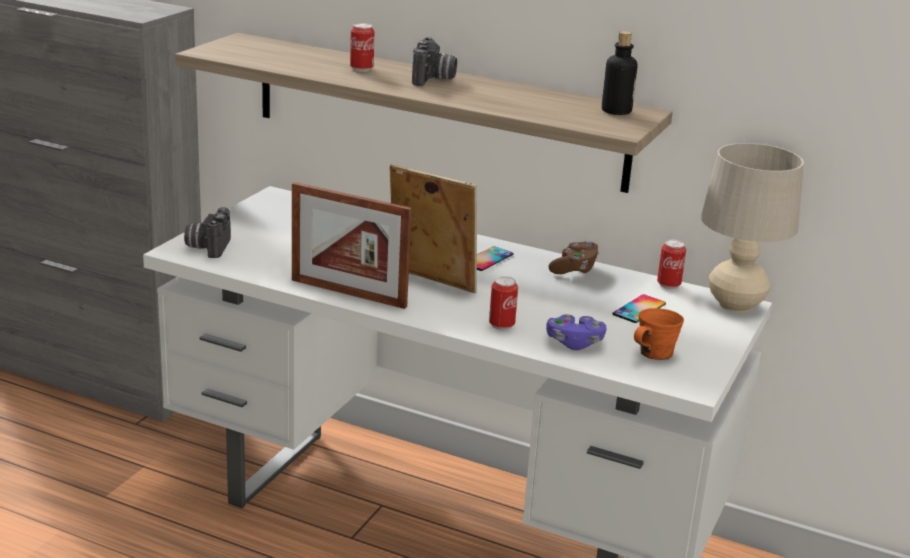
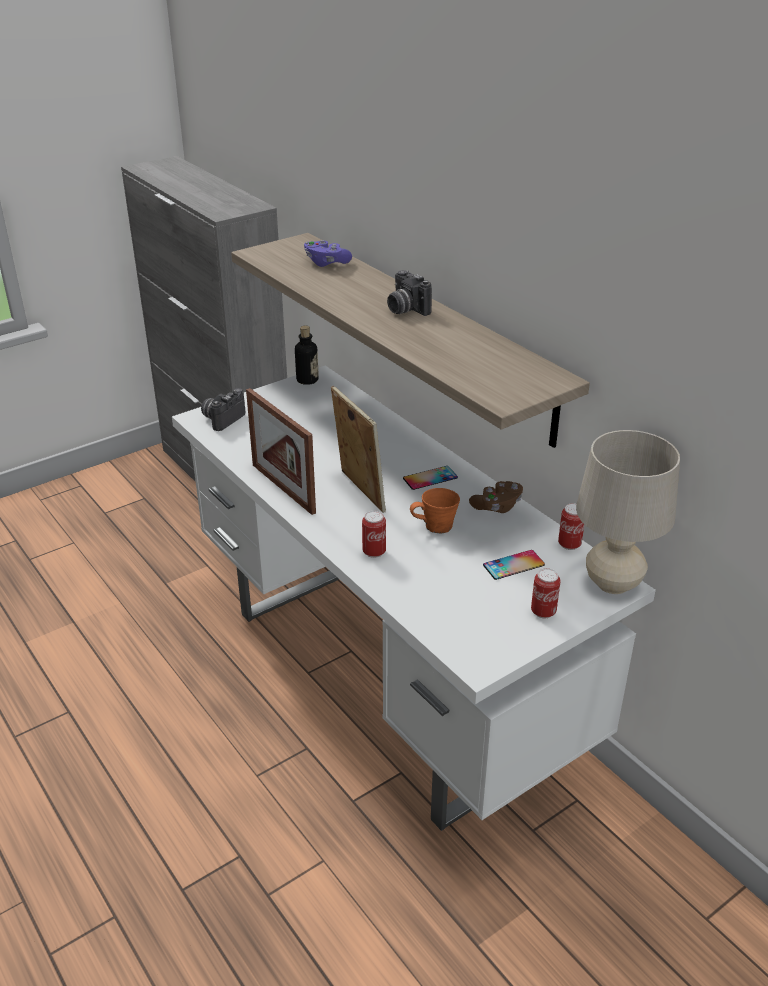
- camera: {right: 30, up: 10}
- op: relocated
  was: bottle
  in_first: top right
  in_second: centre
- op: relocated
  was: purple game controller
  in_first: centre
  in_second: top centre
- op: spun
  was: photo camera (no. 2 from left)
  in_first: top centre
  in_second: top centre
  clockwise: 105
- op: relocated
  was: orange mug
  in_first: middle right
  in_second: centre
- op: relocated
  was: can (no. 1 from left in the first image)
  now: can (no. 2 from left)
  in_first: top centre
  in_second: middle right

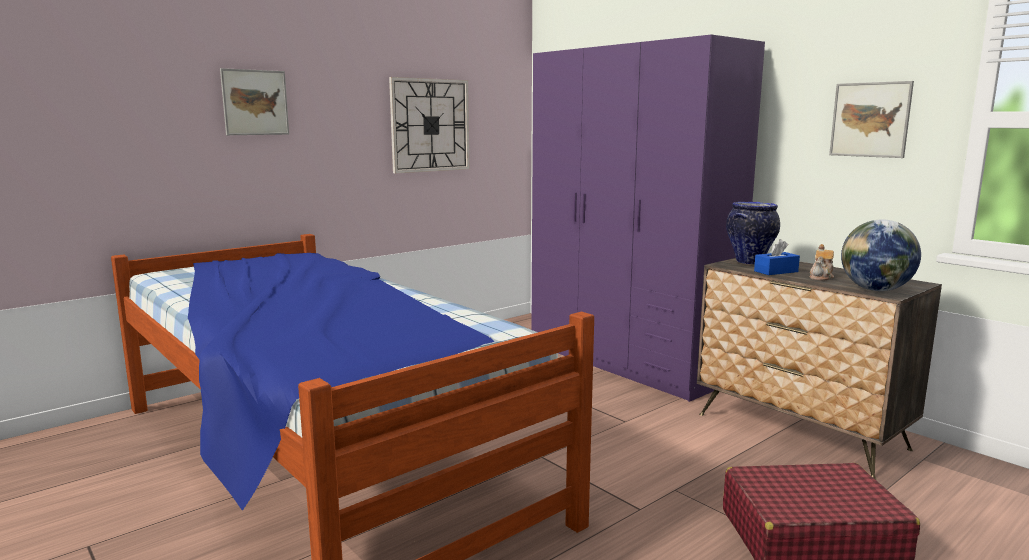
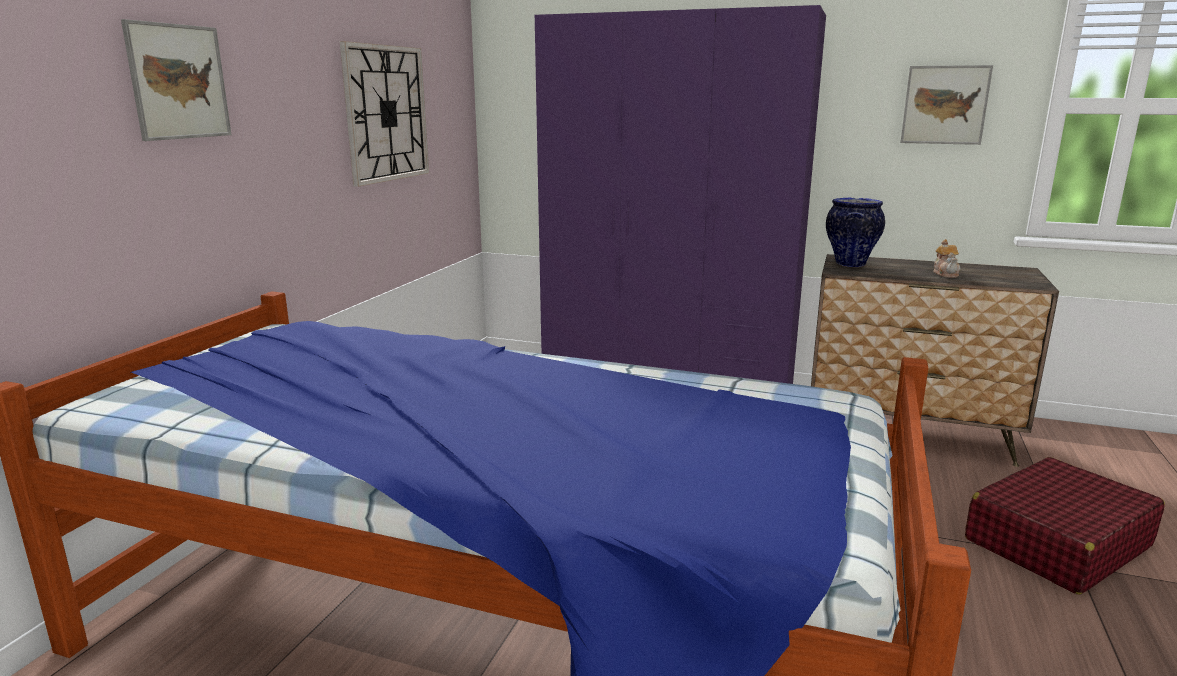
- camera: {right: -30, up: 5}
- op: missing
  was: blue tissue box
  in_first: middle right
- op: missing
  was: globe
  in_first: middle right

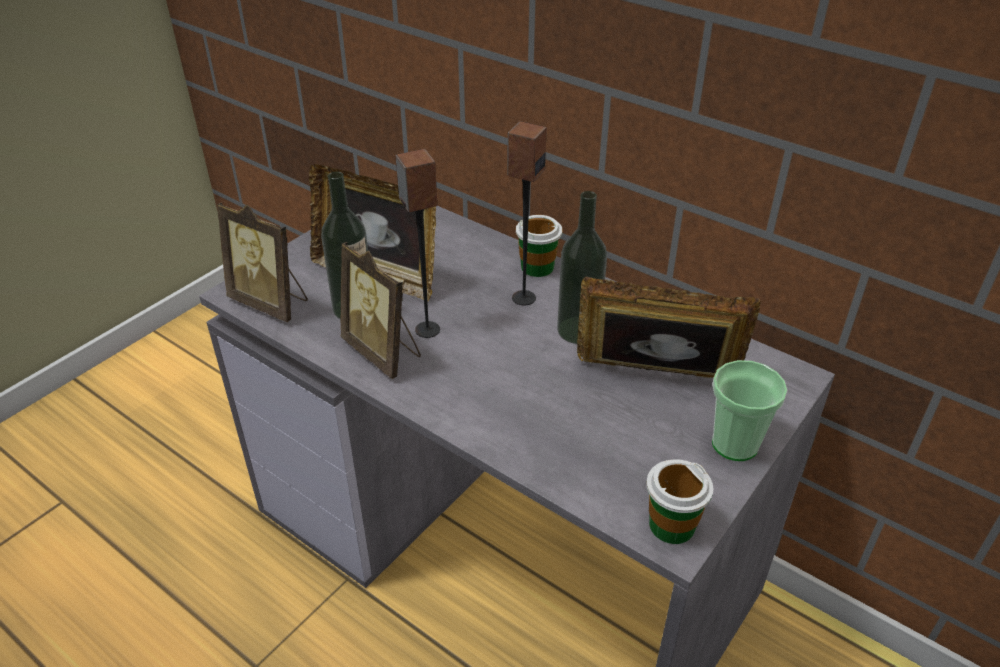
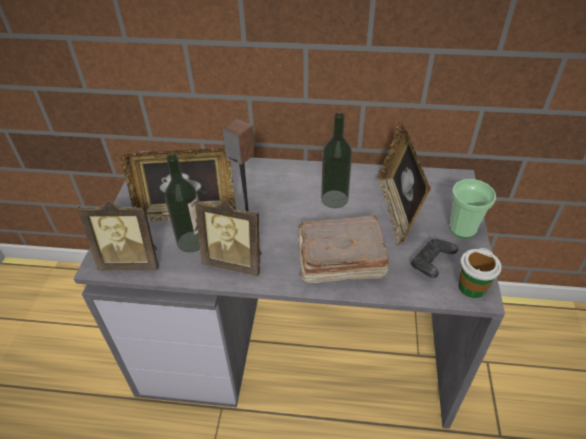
- camera: {right: -30, up: 5}
- op: appeared
  now: brown book
  in_second: centre
- op: spun
  was: picture frame (no. 4 from left)
  in_first: middle right
  in_second: middle right
  clockwise: -75
- op: appeared
  now: black game controller
  in_second: middle right
- op: missing
  was: speaker (no. 2 from left)
  in_first: top centre
- op: missing
  was: cup (no. 1 from left)
  in_first: centre

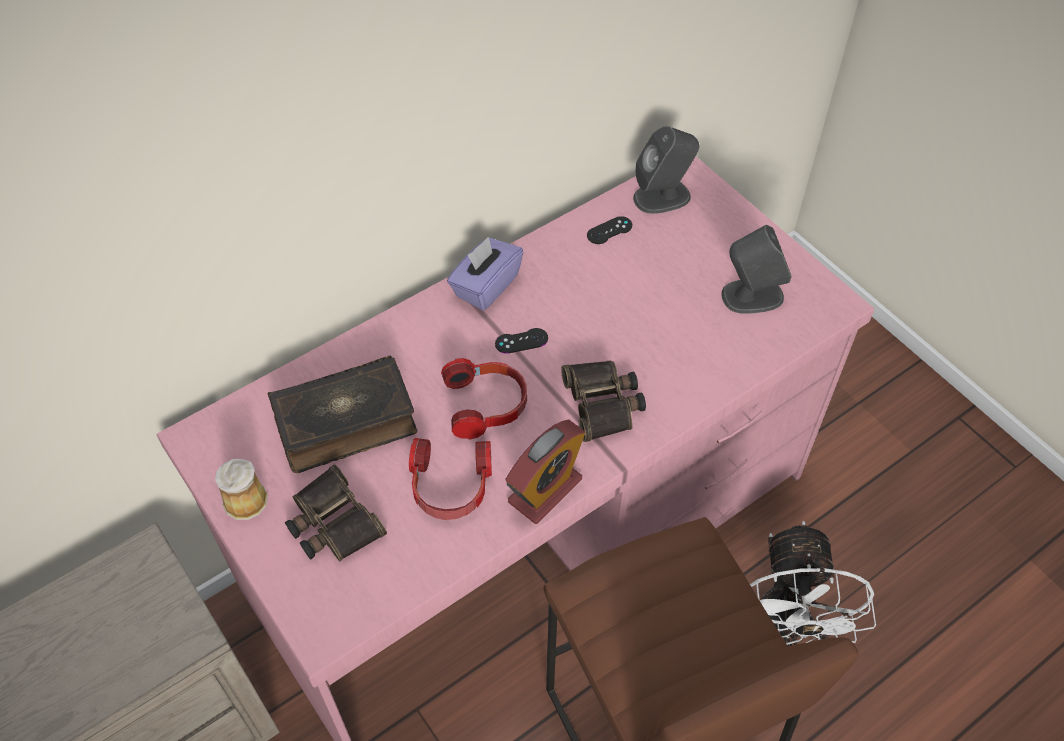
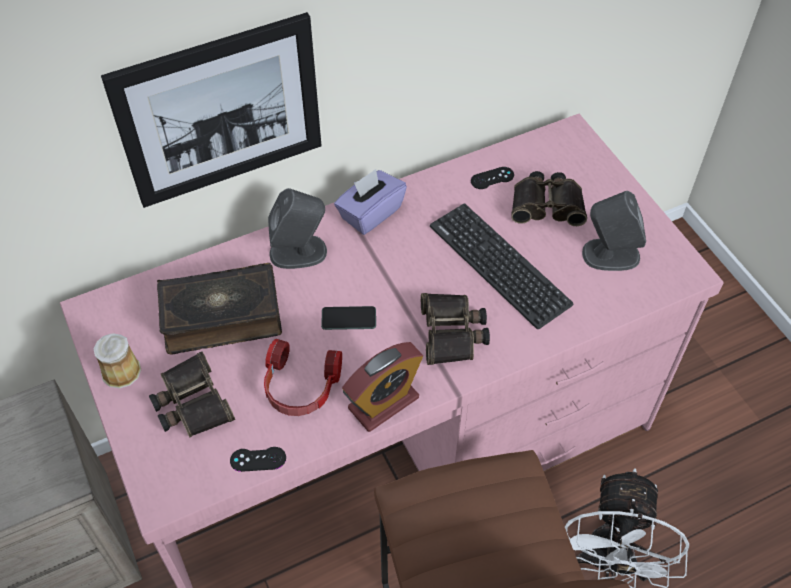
- camera: {right: 10, up: 0}
- op: appeared
  now: picture
  in_second: top left
- op: relocated
  was: black game controller (no. 1 from left)
  in_first: centre
  in_second: bottom left
- op: relocated
  was: grey speaker (no. 1 from left)
  in_first: top centre
  in_second: centre
- op: exchanged
  was: headphones (no. 2 from left)
  now: phone
  in_first: centre
  in_second: centre
- op: appeared
  now: keyboard
  in_second: centre
- op: appeared
  now: binoculars (no. 3 from left)
  in_second: middle right

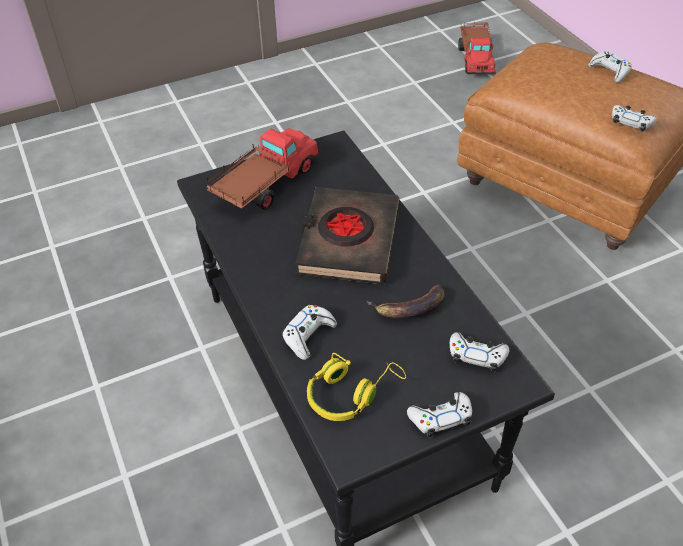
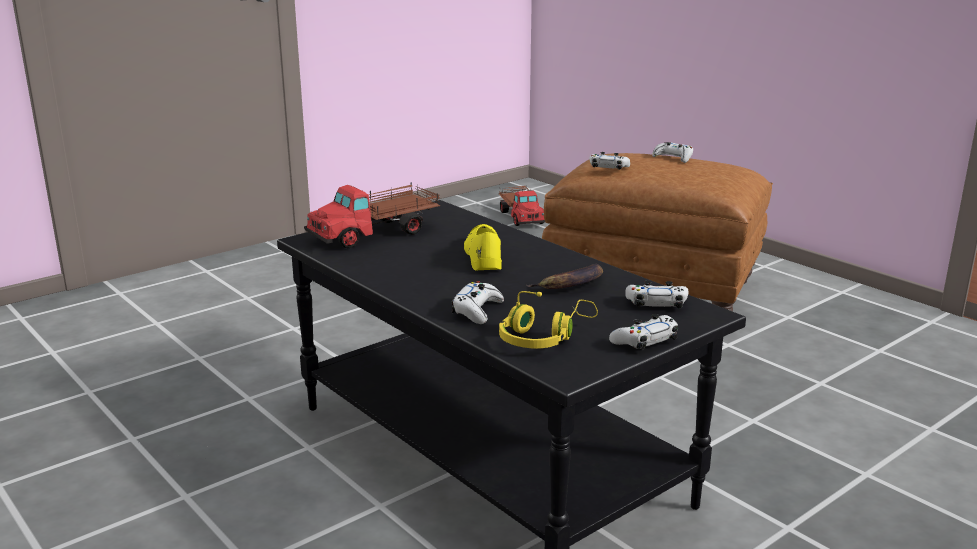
- camera: {right: -15, up: -25}
- op: spun
  was: toy truck (no. 1 from left)
  in_first: top centre
  in_second: centre
  clockwise: -150
- op: exchanged
  was: black book
  now: yellow shoe
  in_first: centre
  in_second: centre
- op: relocated
  was: white game controller (no. 5 from left in the first image)
  now: white game controller (no. 2 from left)
  in_first: top right
  in_second: top centre

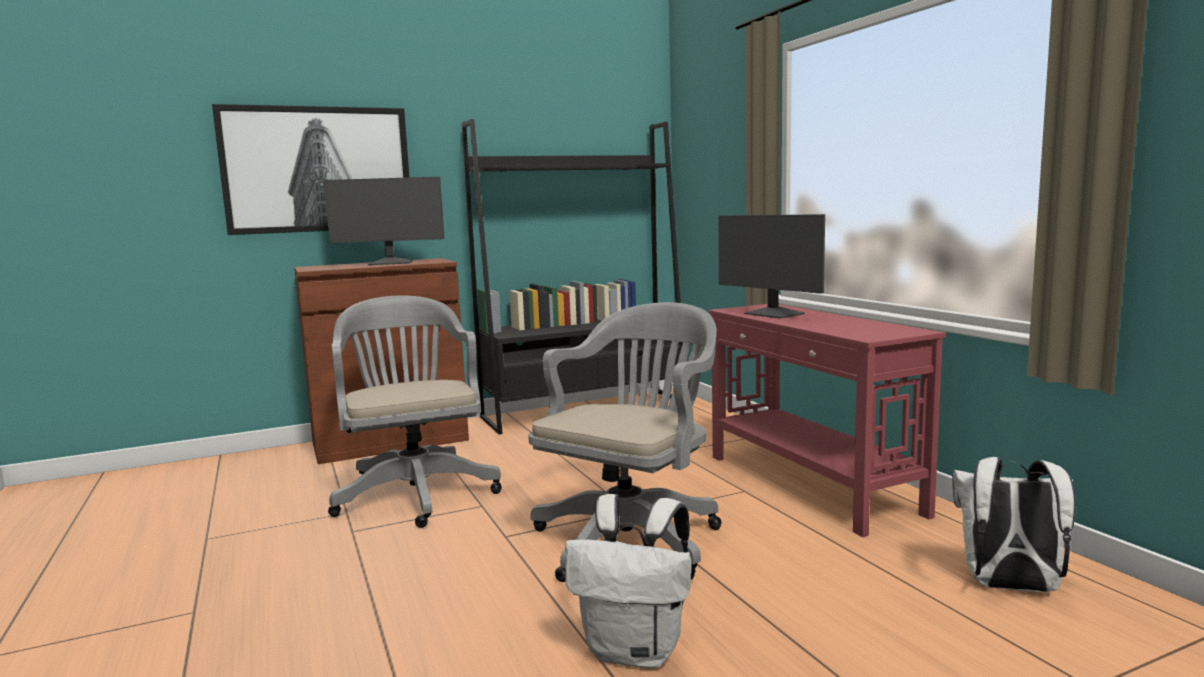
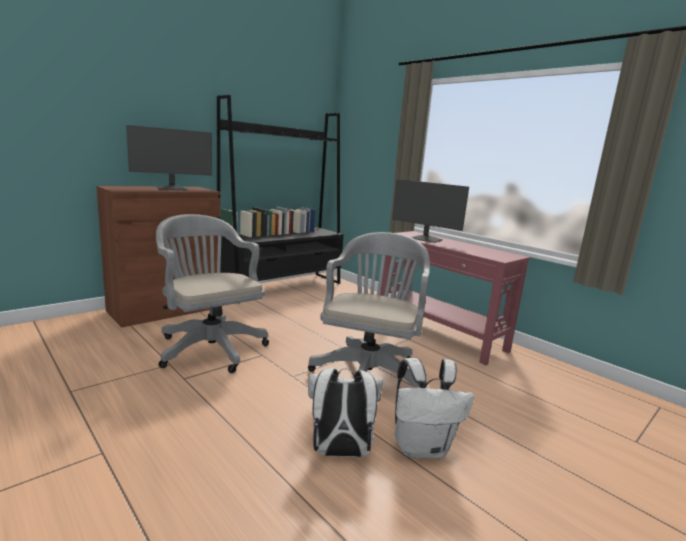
- camera: {right: -20, up: 5}
- op: relocated
  was: white backpack (no. 2 from left in the first image)
  now: white backpack (no. 1 from left)
  in_first: bottom right
  in_second: bottom centre
- op: missing
  was: picture
  in_first: top left

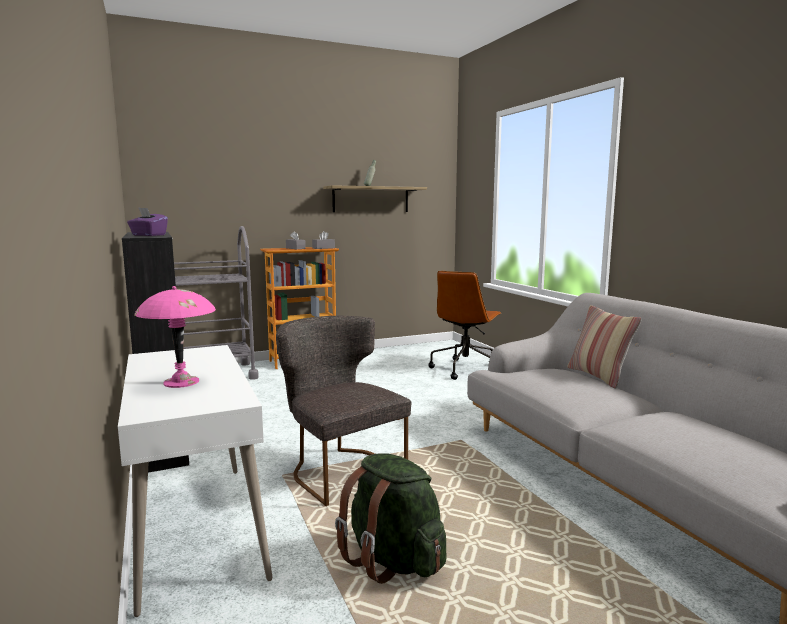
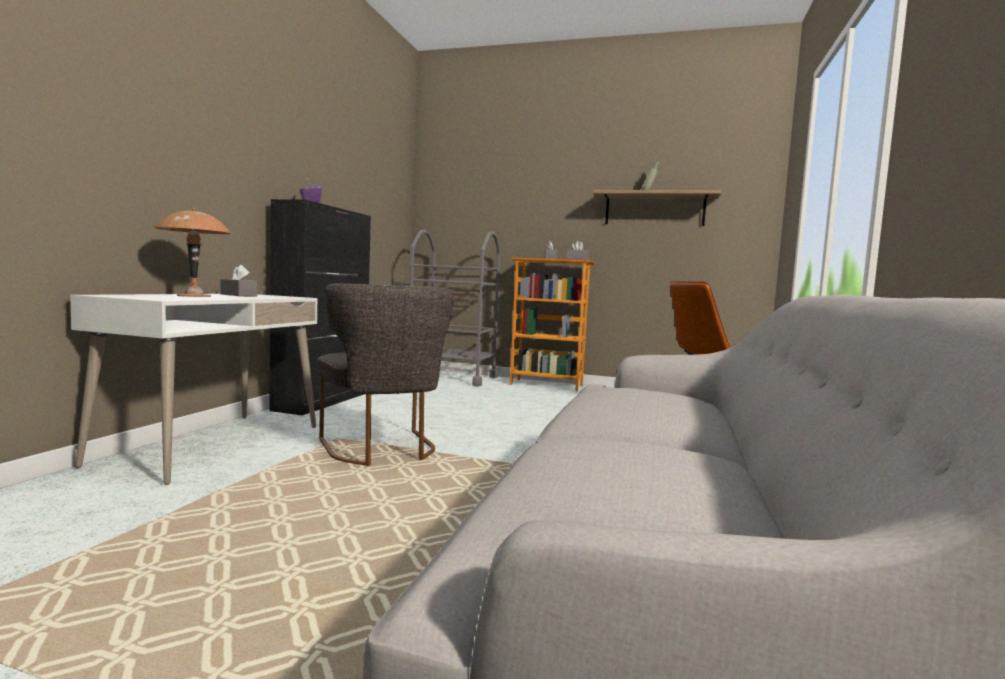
- camera: {right: 40, up: -5}
- op: colour
  was: pink table lamp
  now: brown table lamp
  in_first: middle left
  in_second: middle left
- op: appeared
  now: grey tissue box (no. 1 from left)
  in_second: middle left
- op: spun
  was: grey chair
  in_first: centre
  in_second: centre
  clockwise: 150
- op: missing
  was: green backpack
  in_first: bottom centre
- op: missing
  was: pillow
  in_first: middle right

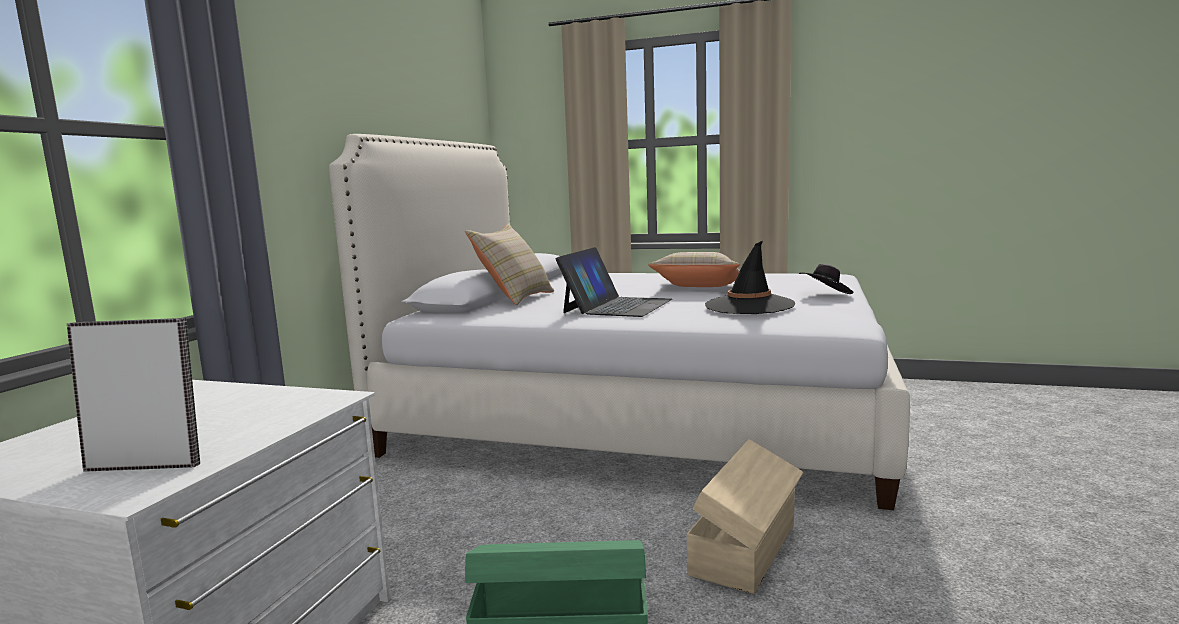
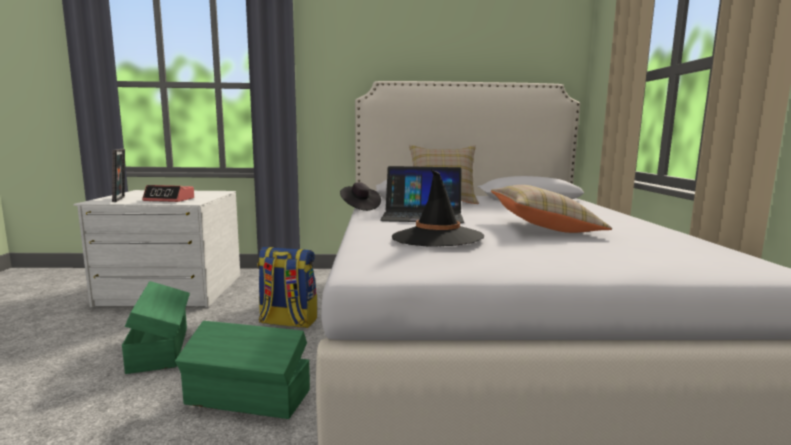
- camera: {right: 70, up: 0}
- op: appeared
  now: alarm clock
  in_second: middle left
- op: colour
  was: beige storage box
  now: green storage box (no. 2 from left)
  in_first: bottom centre
  in_second: bottom left
- op: appeared
  now: backpack
  in_second: centre
- op: relocated
  was: black hat (no. 2 from left in the first image)
  now: black hat (no. 1 from left)
  in_first: middle right
  in_second: centre

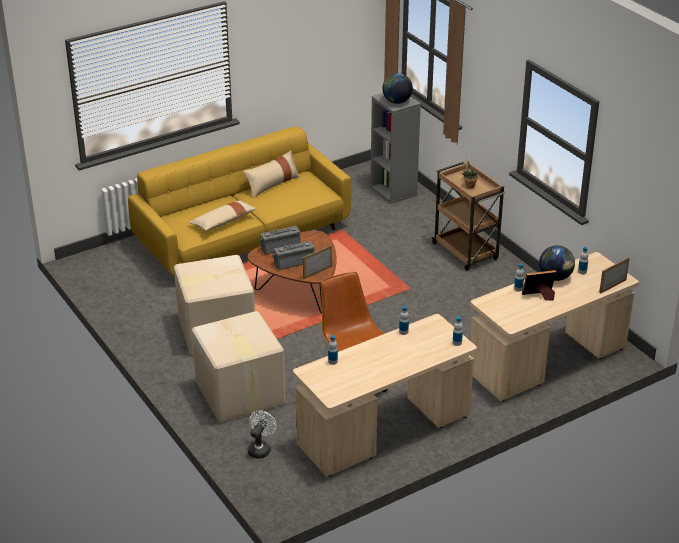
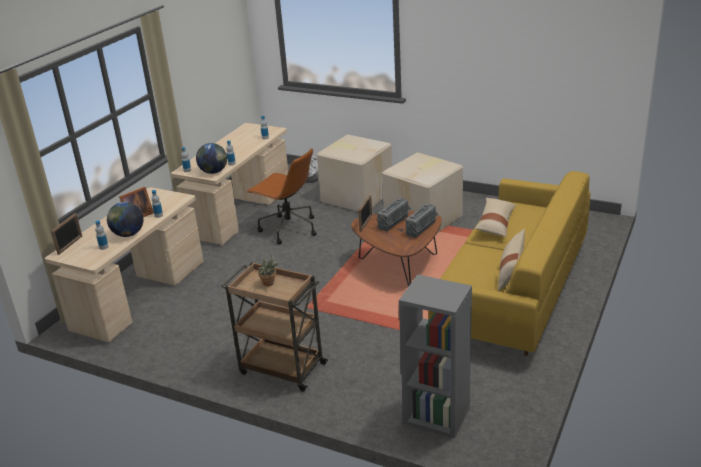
- camera: {right: 150, up: -5}
- op: relocated
  was: globe (no. 1 from left in the first image)
  now: globe (no. 2 from left)
  in_first: top centre
  in_second: middle left

